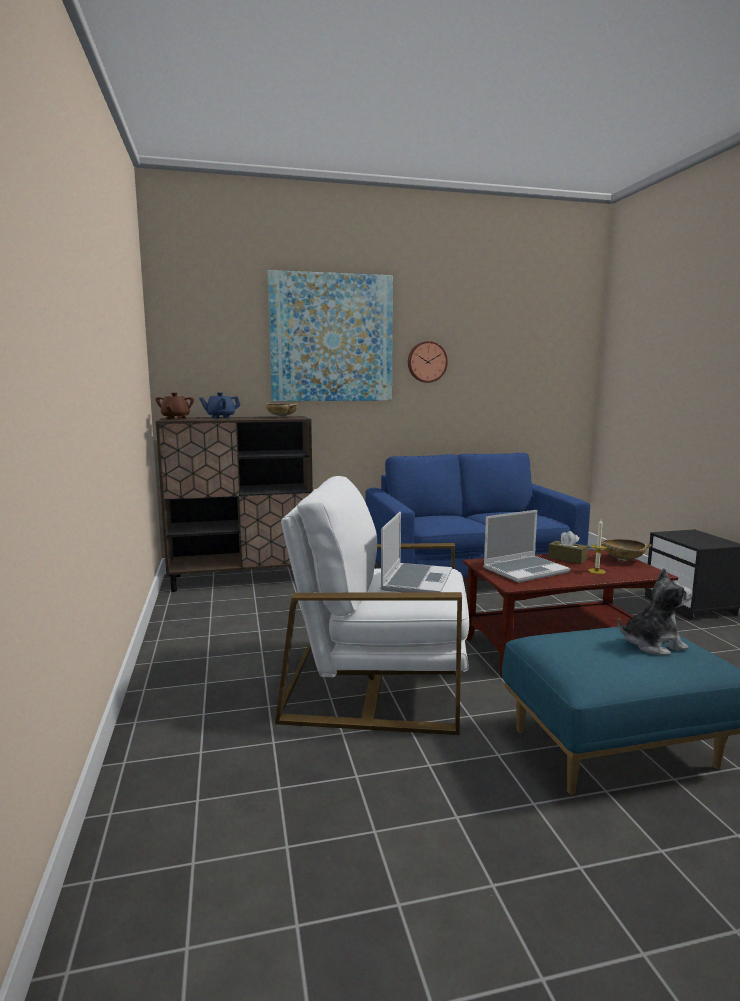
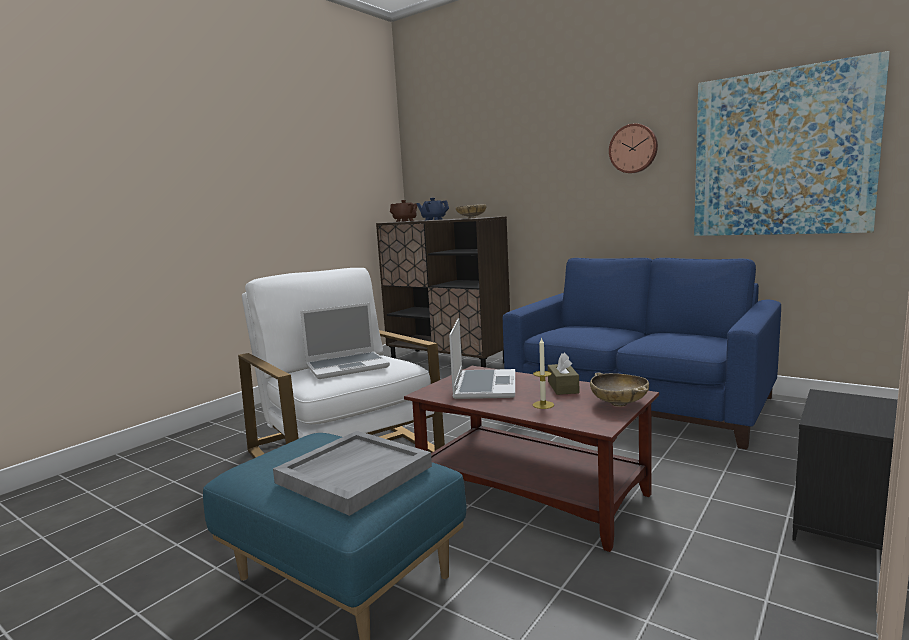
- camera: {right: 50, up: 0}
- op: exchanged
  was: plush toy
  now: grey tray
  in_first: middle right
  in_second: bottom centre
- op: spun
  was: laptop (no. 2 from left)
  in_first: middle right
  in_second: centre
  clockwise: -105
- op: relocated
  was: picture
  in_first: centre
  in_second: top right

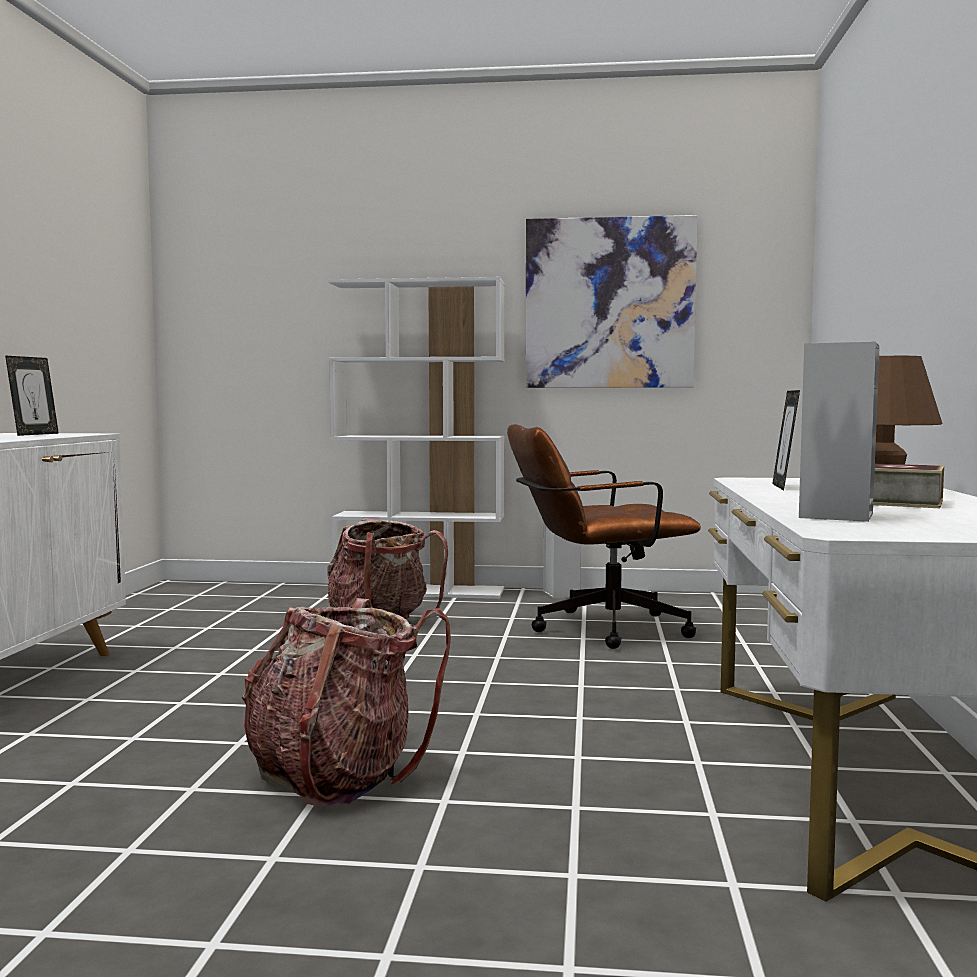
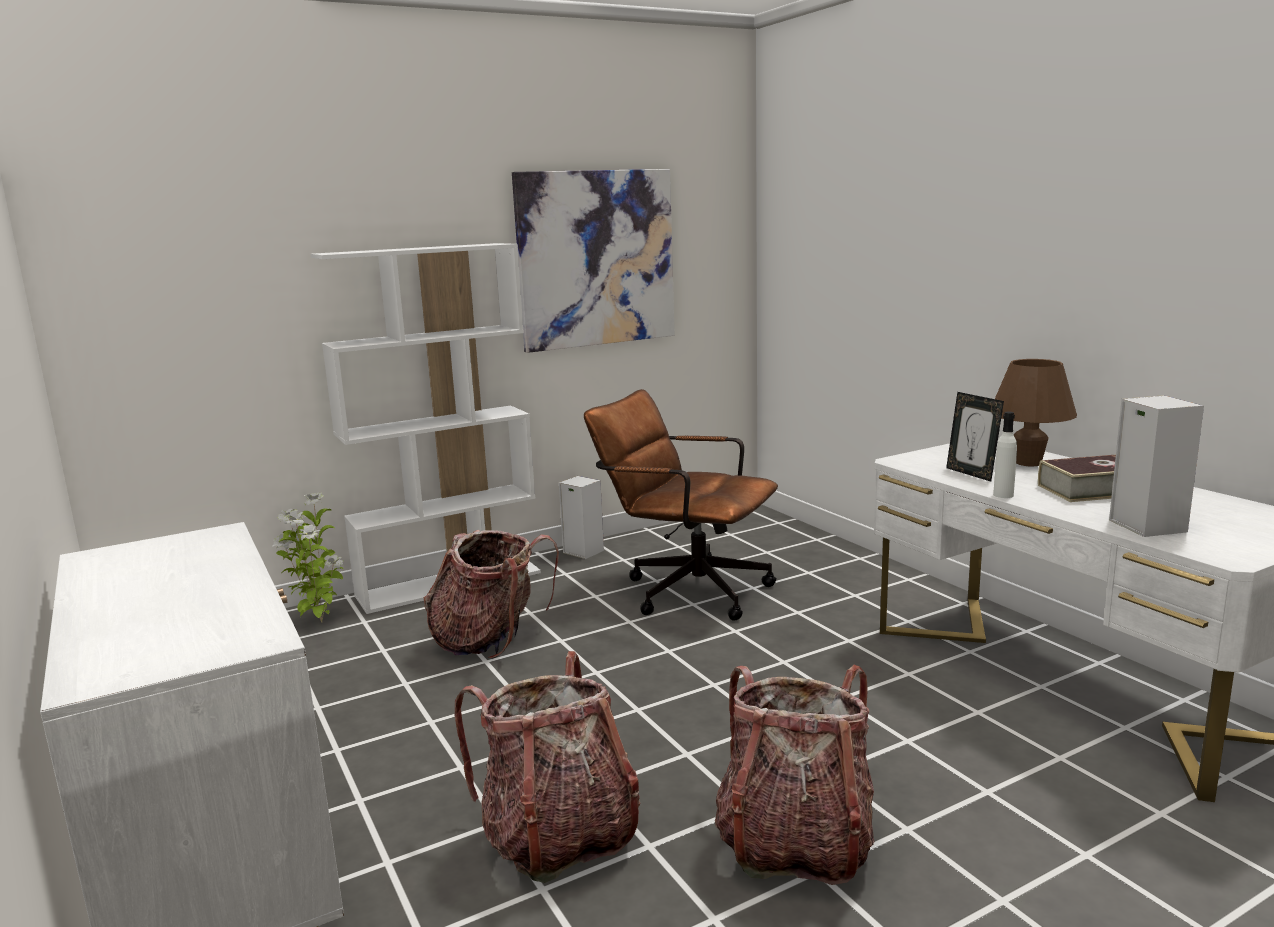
- camera: {right: -35, up: 10}
- op: appeared
  now: potted plant
  in_second: middle left
- op: appeared
  now: backpack (no. 2 from left)
  in_second: bottom centre
- op: spun
  was: brown office chair
  in_first: centre
  in_second: centre
  clockwise: 75
- op: appeared
  now: white bottle
  in_second: middle right
- op: missing
  was: picture frame (no. 1 from left)
  in_first: middle left

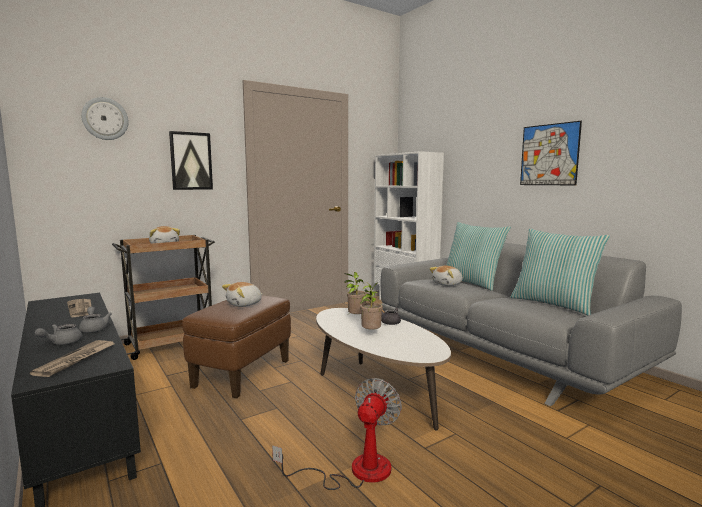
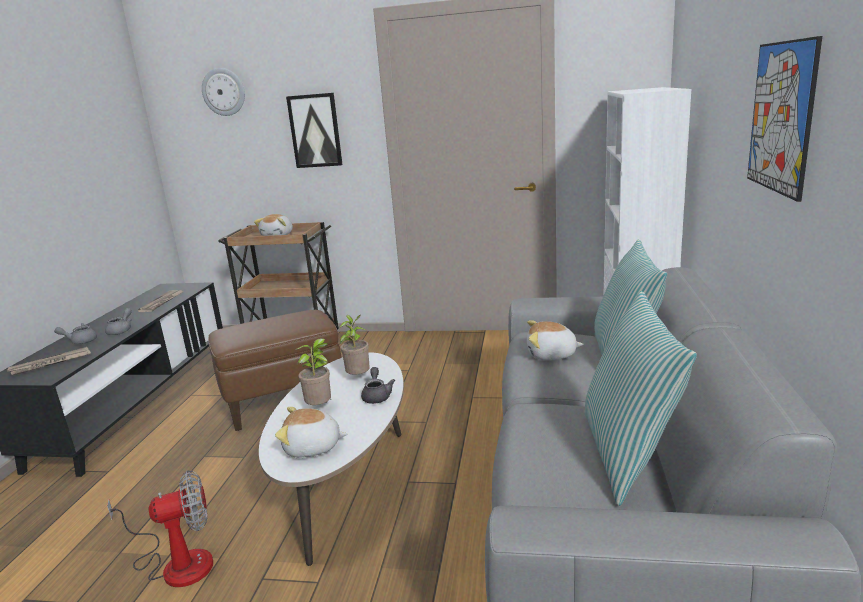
- camera: {right: 45, up: 10}
- op: relocated
  was: plush toy (no. 2 from left)
  in_first: centre
  in_second: bottom centre

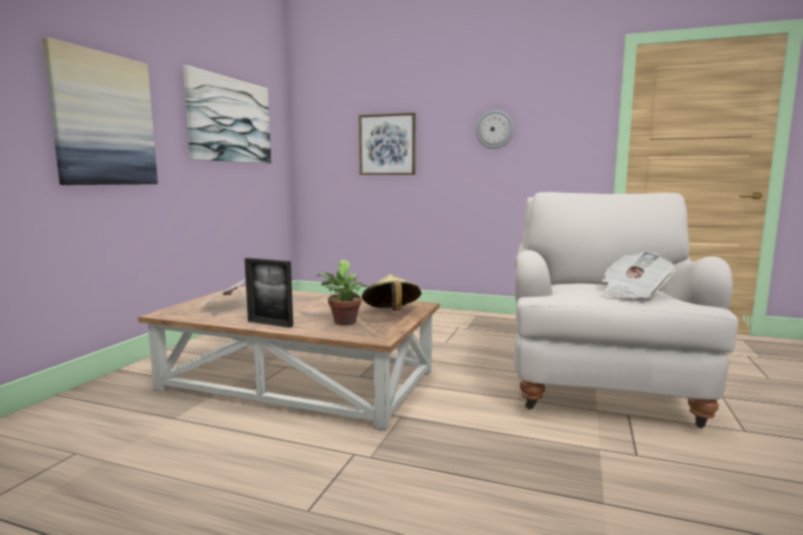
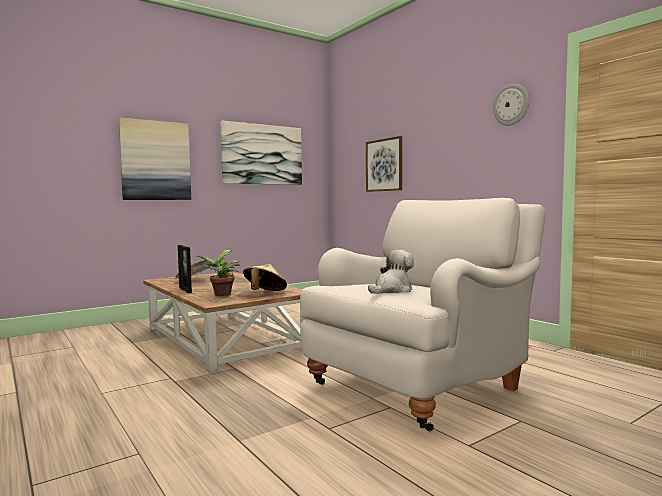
- camera: {right: 35, up: -5}
- op: exchanged
  was: newspaper (no. 2 from left)
  now: plush toy
  in_first: middle right
  in_second: centre
- op: relocated
  was: wall clock
  in_first: top centre
  in_second: top right

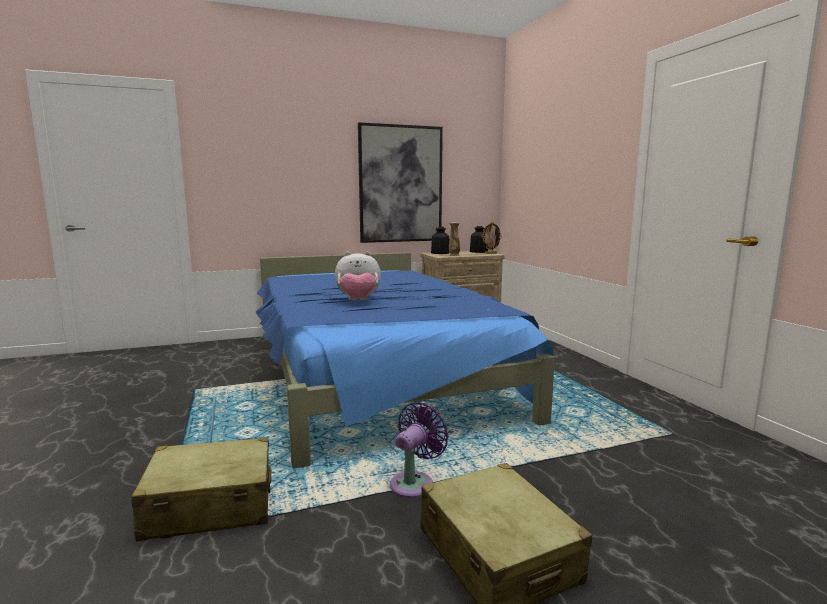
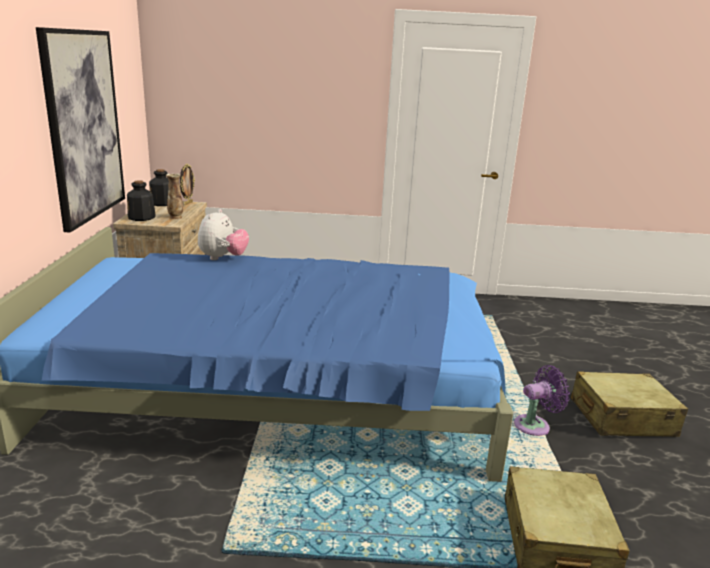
- camera: {right: -70, up: 10}
- op: relocated
  was: plush toy
  in_first: centre
  in_second: middle left
- op: spun
  was: purple fan
  in_first: bottom centre
  in_second: bottom right
  clockwise: 105

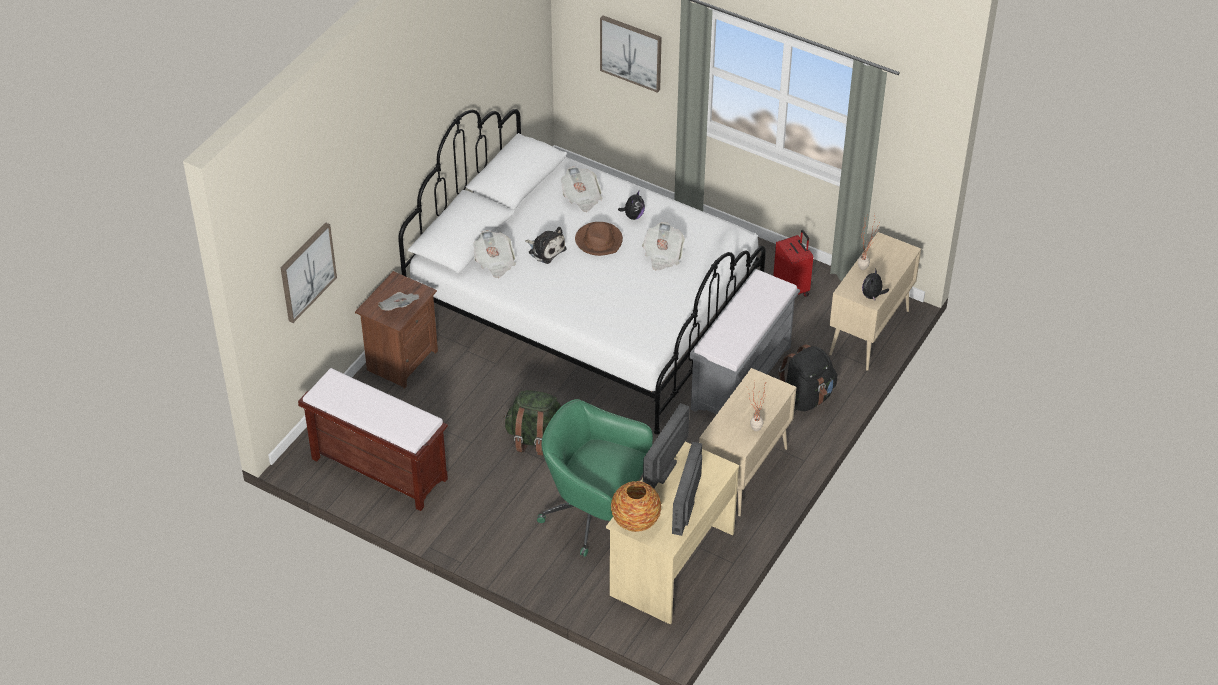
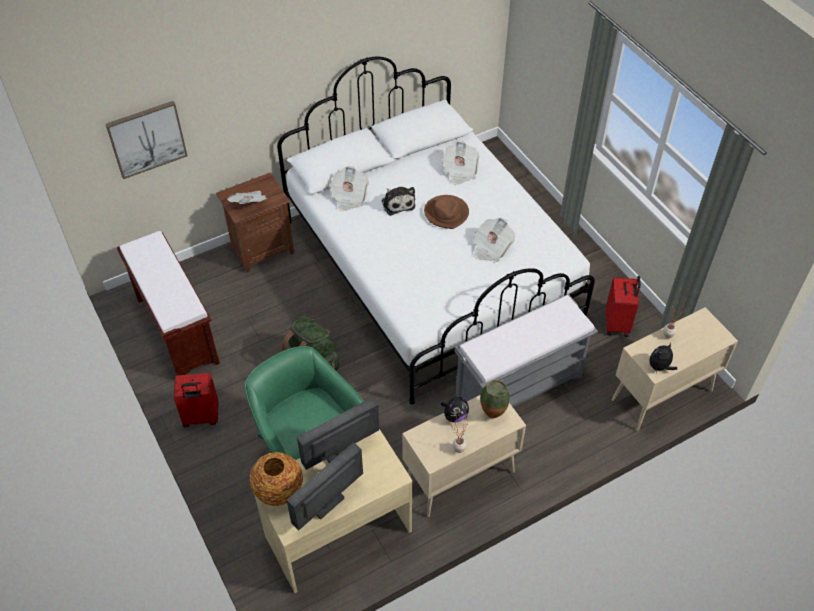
- camera: {right: 30, up: 5}
- op: appeared
  now: red suitcase (no. 1 from left)
  in_second: middle left
- op: relocated
  was: plush toy (no. 2 from left)
  in_first: top centre
  in_second: bottom centre
- op: appeared
  now: vase (no. 2 from left)
  in_second: centre
- op: missing
  was: picture (no. 2 from left)
  in_first: top centre
- op: missing
  was: black backpack
  in_first: centre

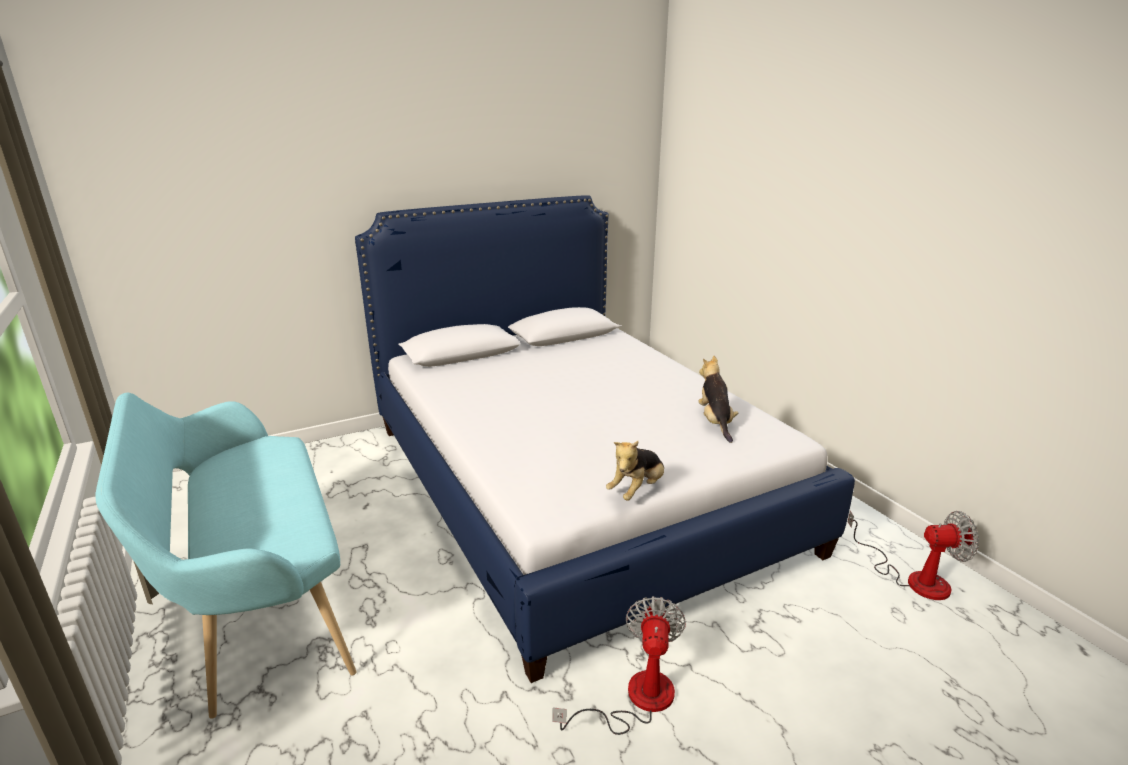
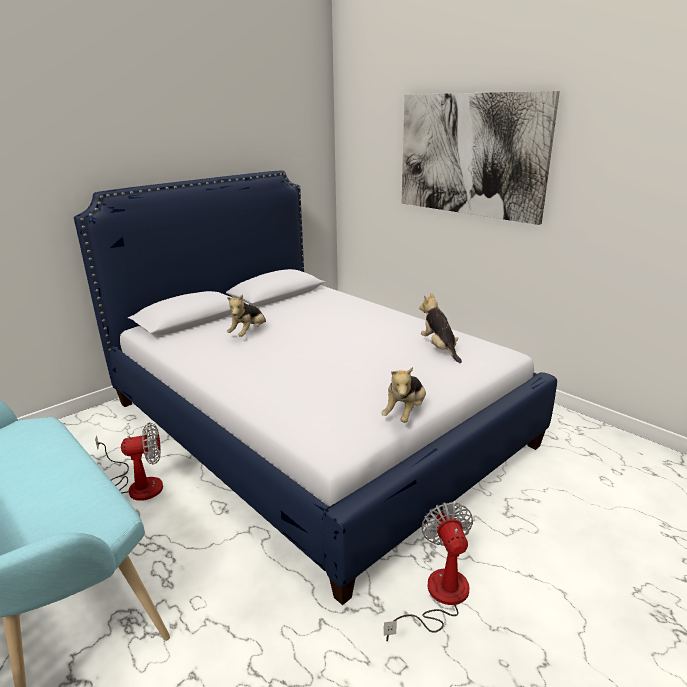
- camera: {right: -15, up: 0}
- op: relocated
  was: fan (no. 2 from left in the first image)
  now: fan (no. 1 from left)
  in_first: bottom right
  in_second: bottom left
- op: appeared
  now: plush toy (no. 1 from left)
  in_second: centre
- op: appeared
  now: picture
  in_second: top right

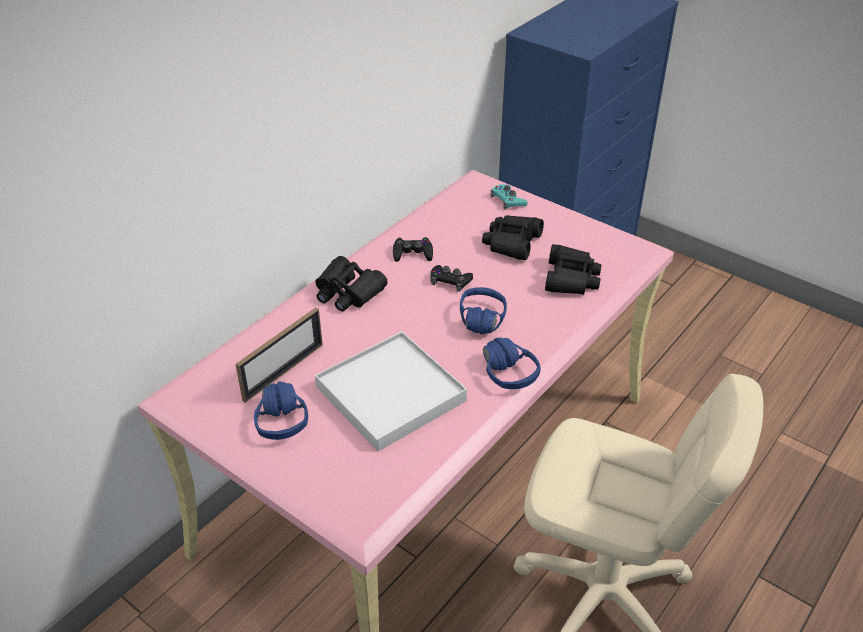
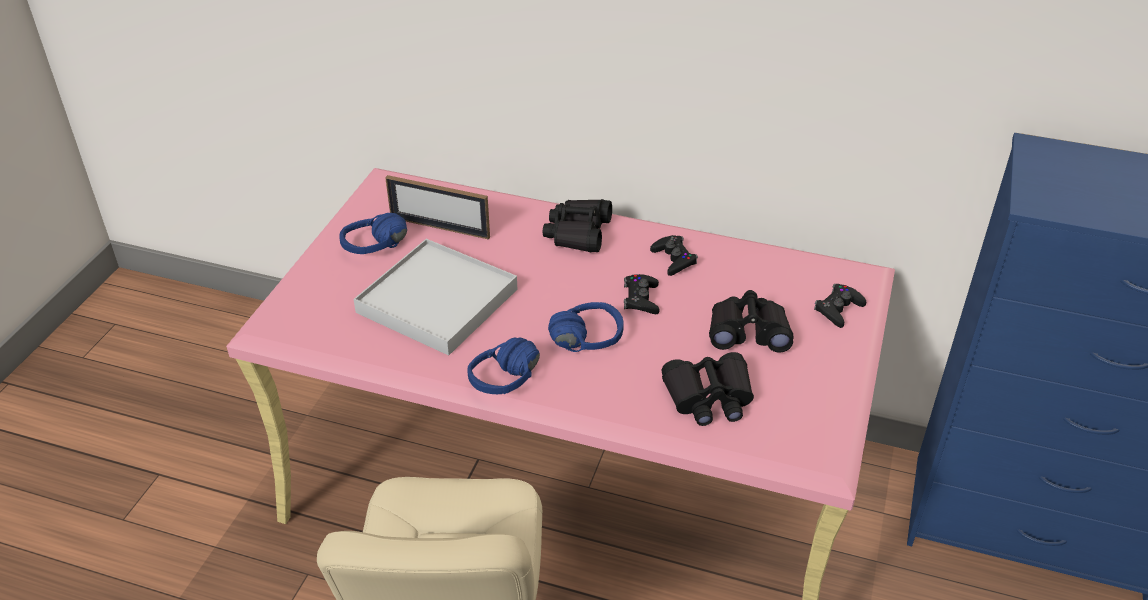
- camera: {right: 70, up: 0}
- op: colour
  was: turquoise game controller
  now: black game controller (no. 3 from left)
  in_first: top centre
  in_second: middle right

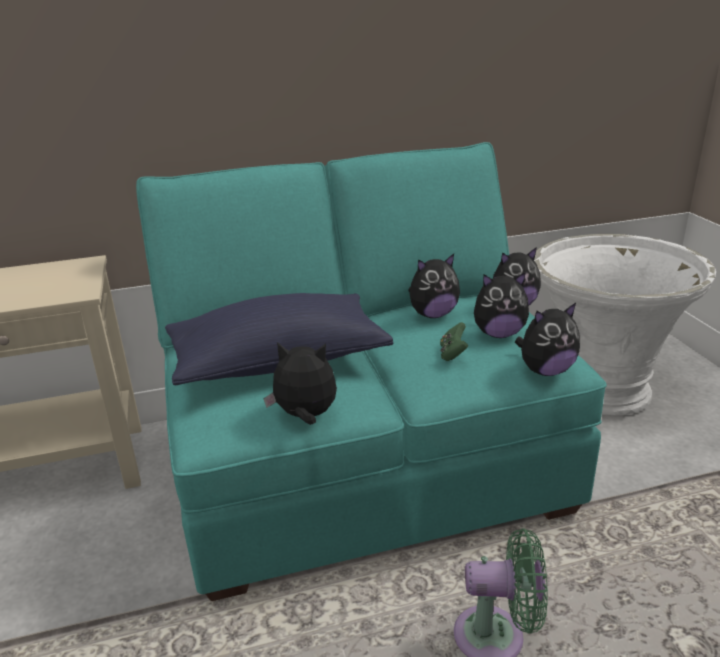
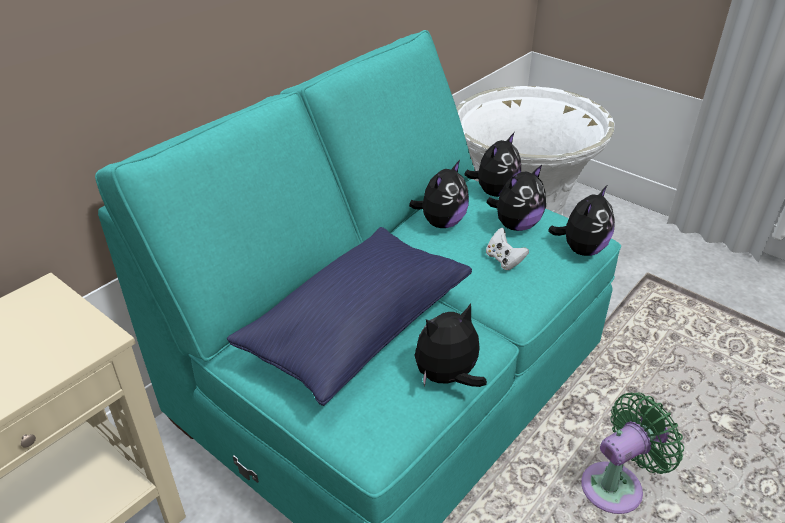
- camera: {right: -35, up: 10}
- op: colour
  was: green game controller
  now: white game controller
  in_first: centre
  in_second: centre

